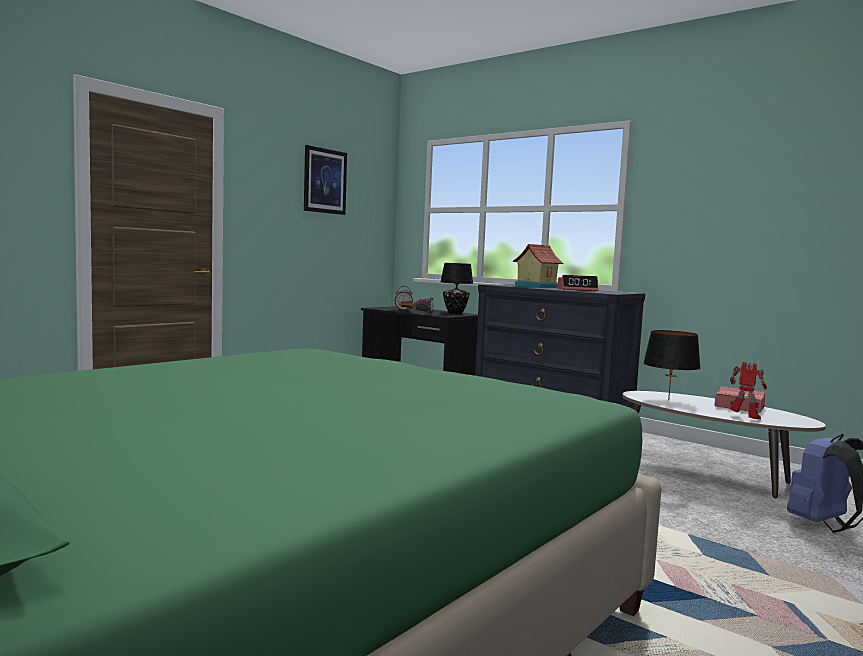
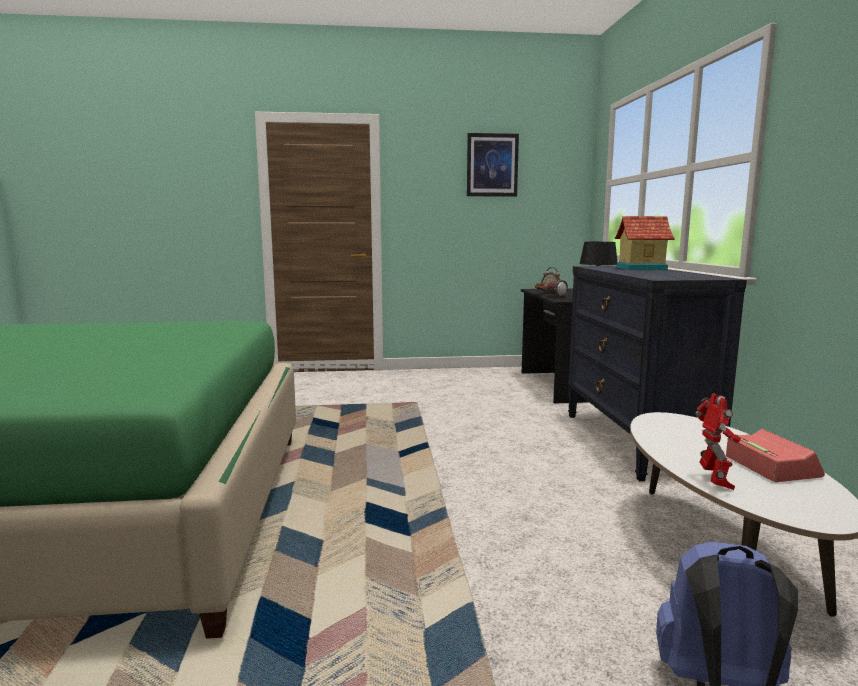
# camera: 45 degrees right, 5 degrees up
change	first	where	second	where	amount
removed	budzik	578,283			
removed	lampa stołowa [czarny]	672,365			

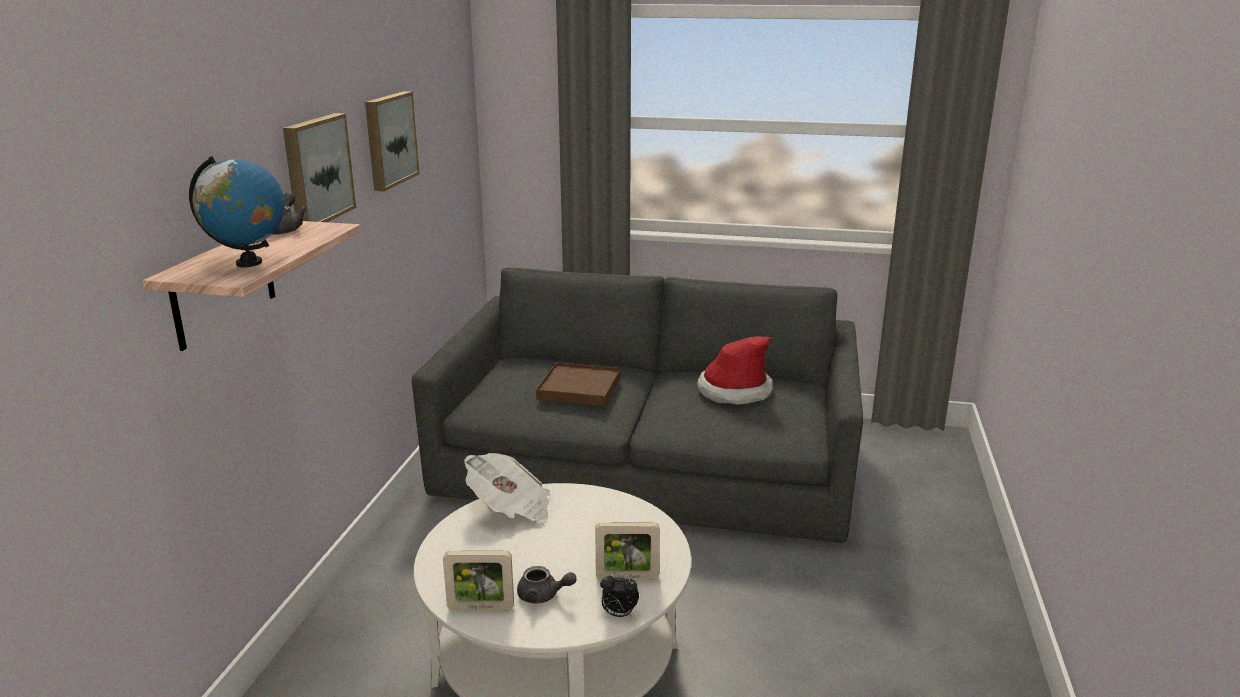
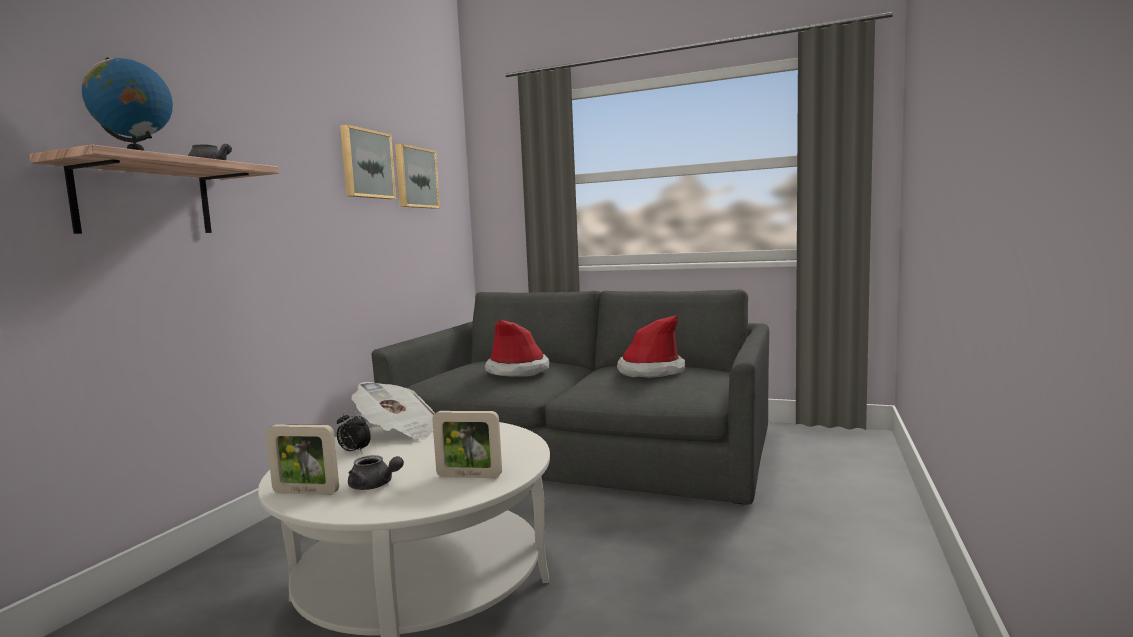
# camera: 10 degrees right, 15 degrees down
change	first	where	second	where	amount
moved	budzik	619,595		354,431	
moved	obraz	319,167		417,176	
replaced	taca [brązowy]	578,384	kapelusz	517,348	

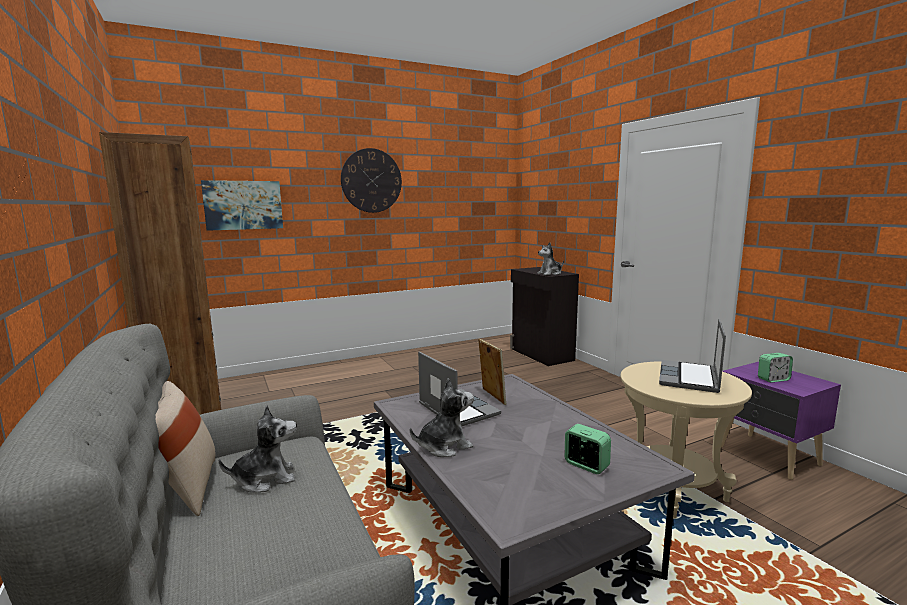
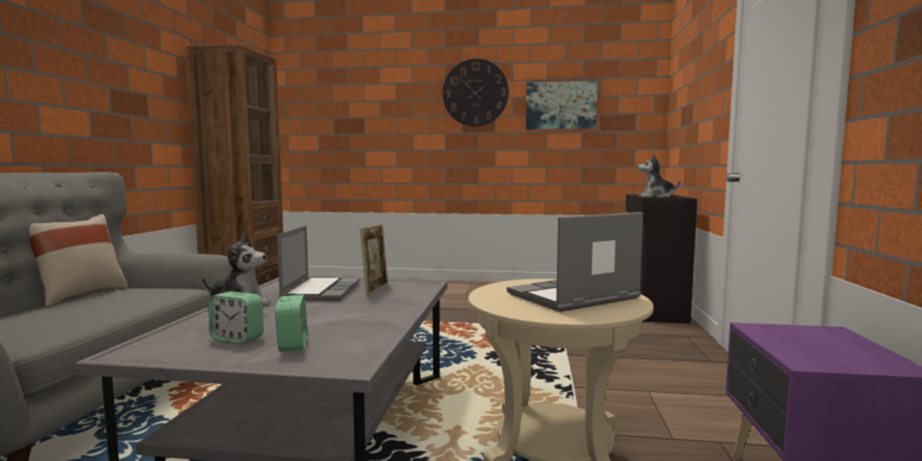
# camera: 35 degrees right, 5 degrees down
change	first	where	second	where	amount
moved	budzik	775,368		236,317	
moved	obraz	242,205		561,105	
removed	pluszak	258,449			

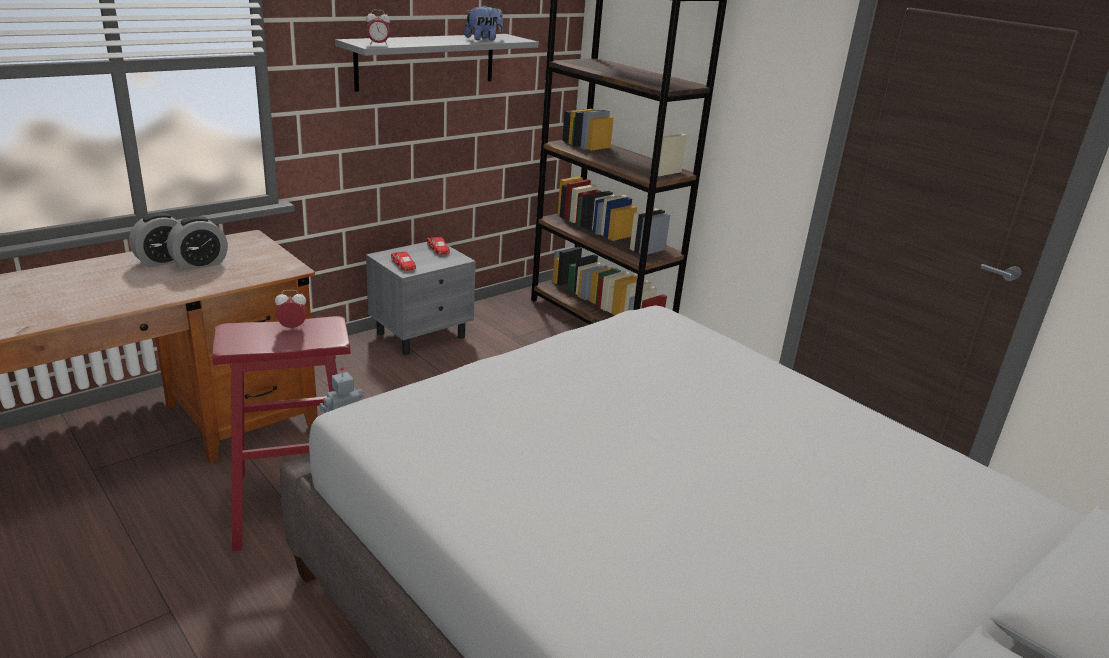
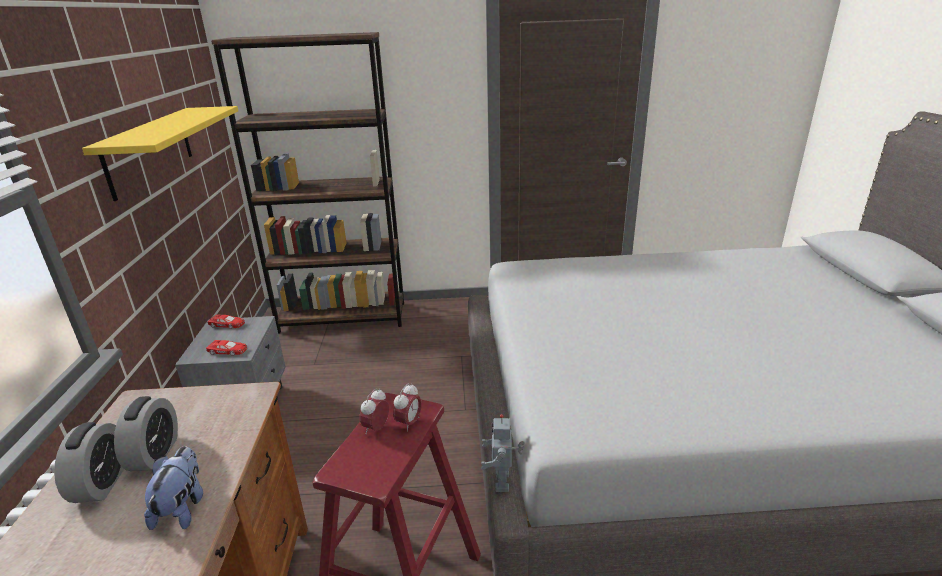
# camera: 50 degrees left, 0 degrees up
change	first	where	second	where	amount
recoloured	półka [szary]	437,63	półka [żółty]	160,153	
moved	pluszak	484,23		173,488	
moved	budzik	378,27		407,407	

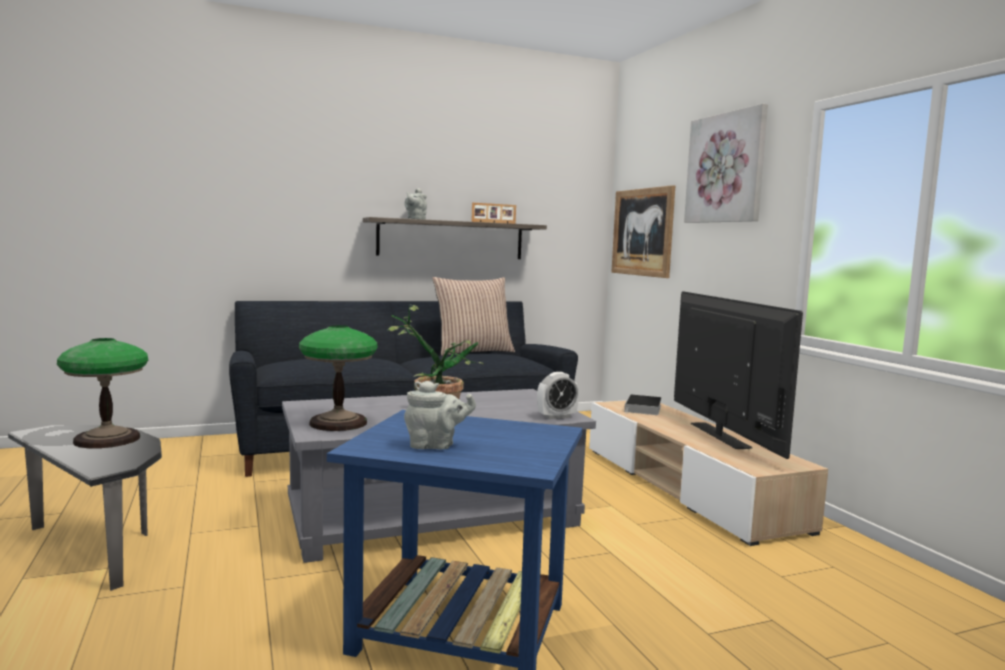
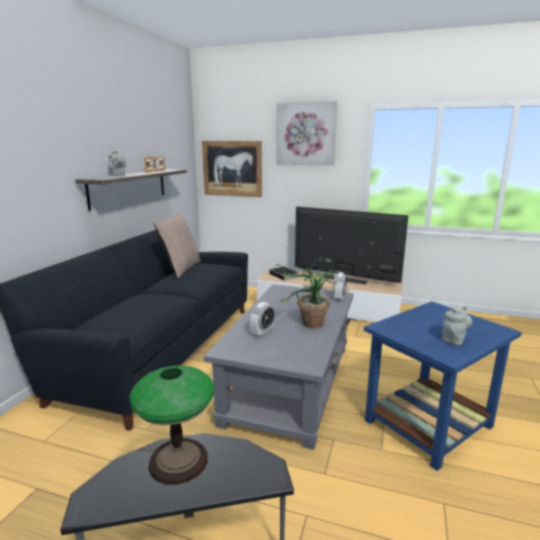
# camera: 50 degrees left, 10 degrees up
change	first	where	second	where	amount
added			budzik	262,319	
removed	lampa stołowa	338,378			

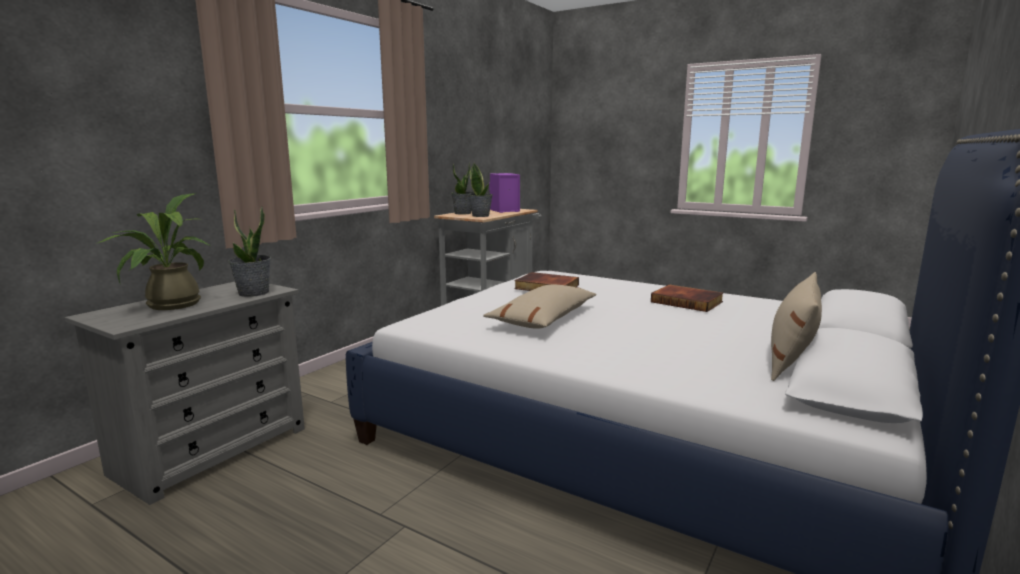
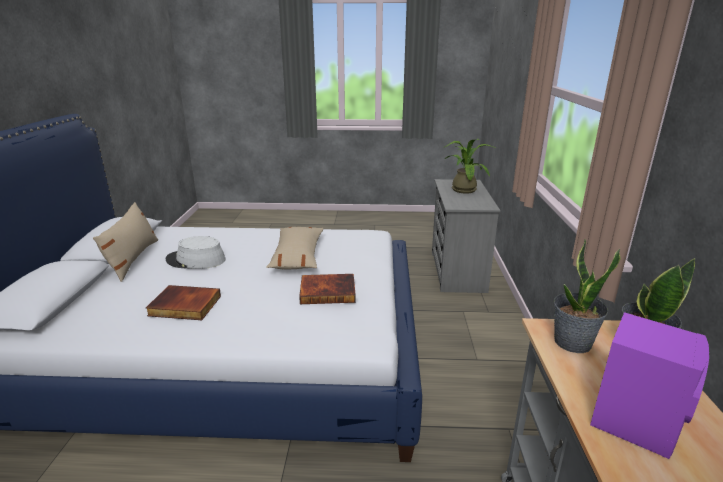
# camera: 150 degrees right, 10 degrees up
change	first	where	second	where	amount
added			kapelusz [szary]	195,252	
removed	roślina doniczkowa	249,252			

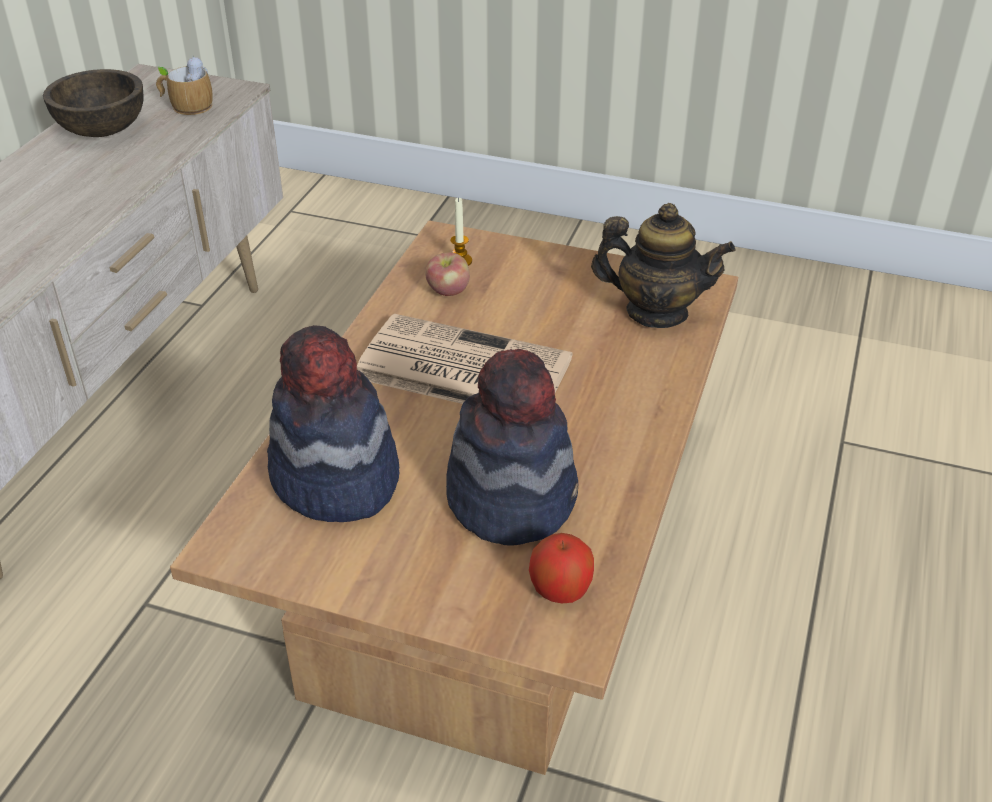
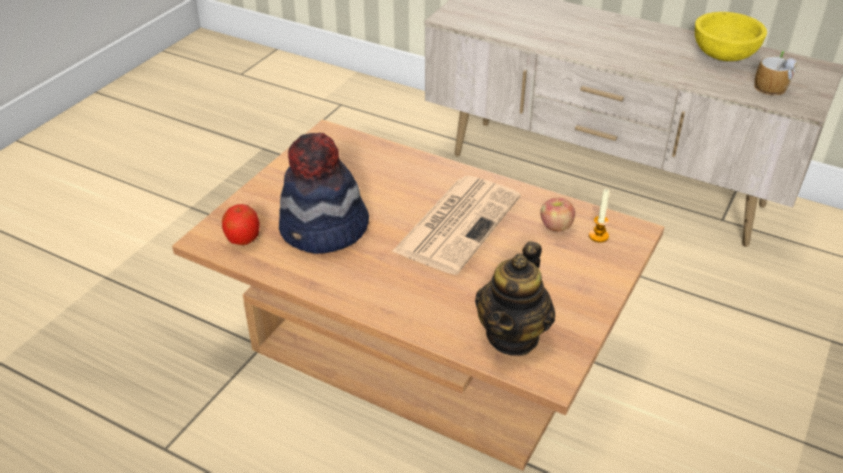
# camera: 100 degrees right, 0 degrees up
change	first	where	second	where	amount
recoloured	miska [brązowy]	93,103	miska [żółty]	731,36	
removed	kapelusz	333,423			

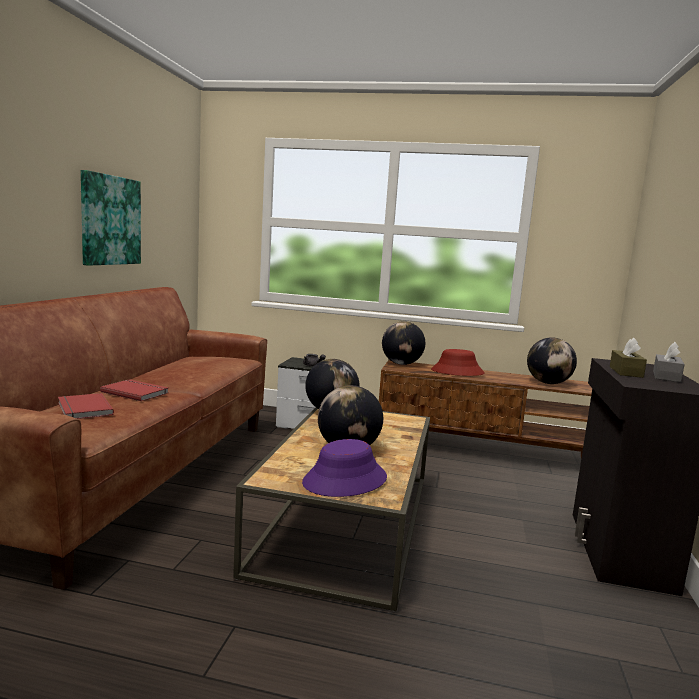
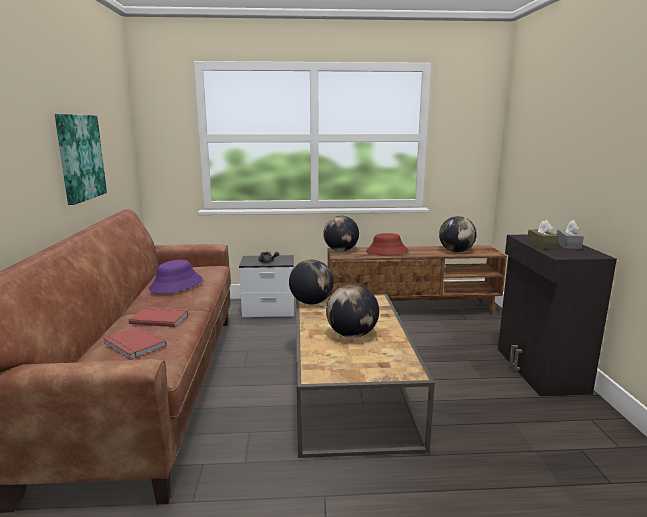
# camera: 15 degrees left, 5 degrees up
change	first	where	second	where	amount
moved	kapelusz [fioletowy]	344,468		176,277	

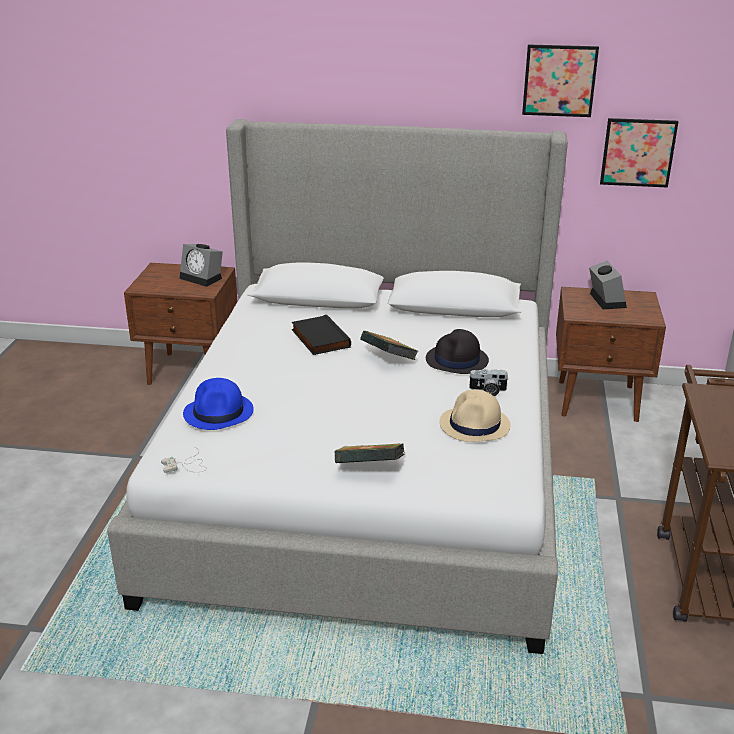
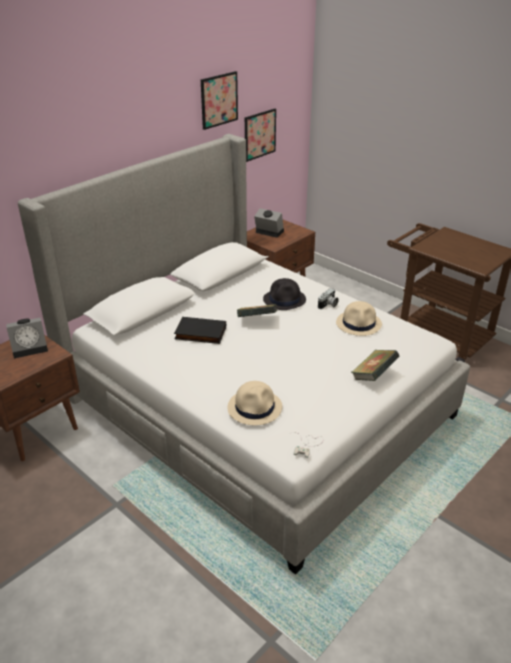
# camera: 55 degrees left, 5 degrees up
change	first	where	second	where	amount
recoloured	kapelusz [niebieski]	218,404	kapelusz [beżowy]	255,403	

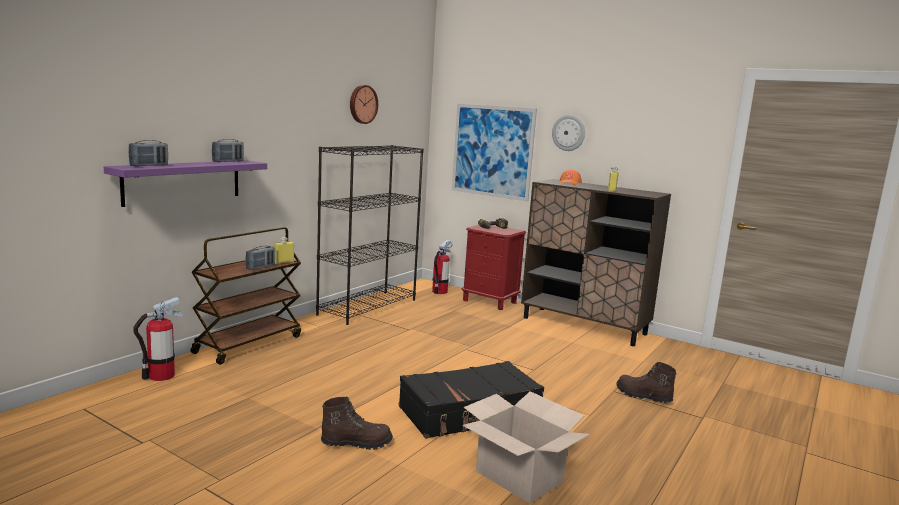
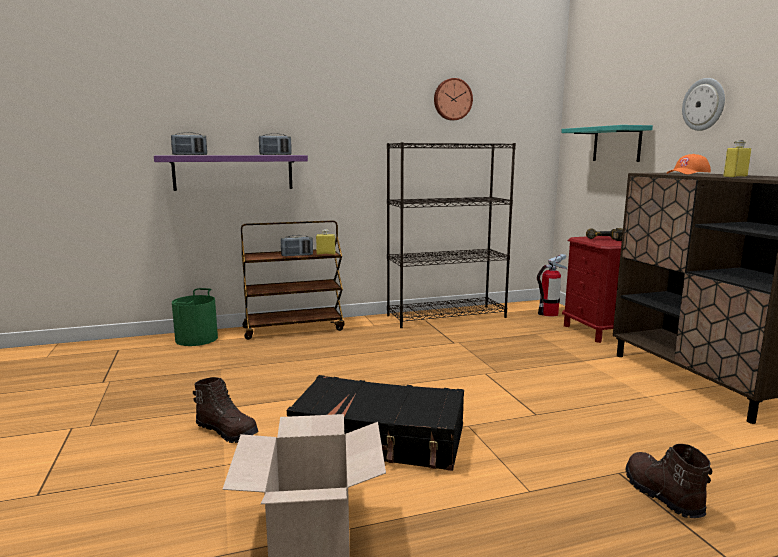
# camera: 40 degrees right, 0 degrees up
change	first	where	second	where	amount
replaced	gaśnica	158,339	wiadro [zielony]	195,317	
replaced	obraz	494,153	półka [turkusowy]	607,143	

